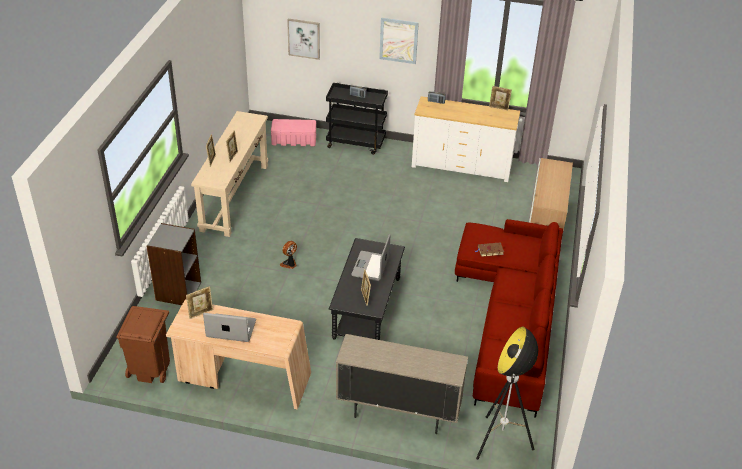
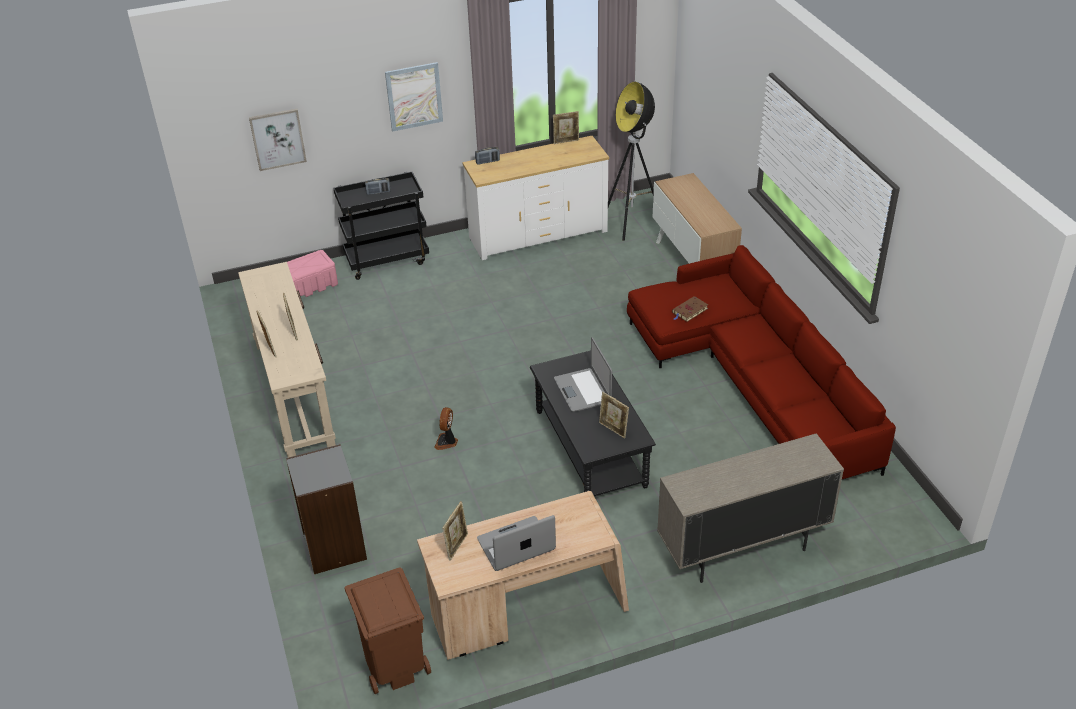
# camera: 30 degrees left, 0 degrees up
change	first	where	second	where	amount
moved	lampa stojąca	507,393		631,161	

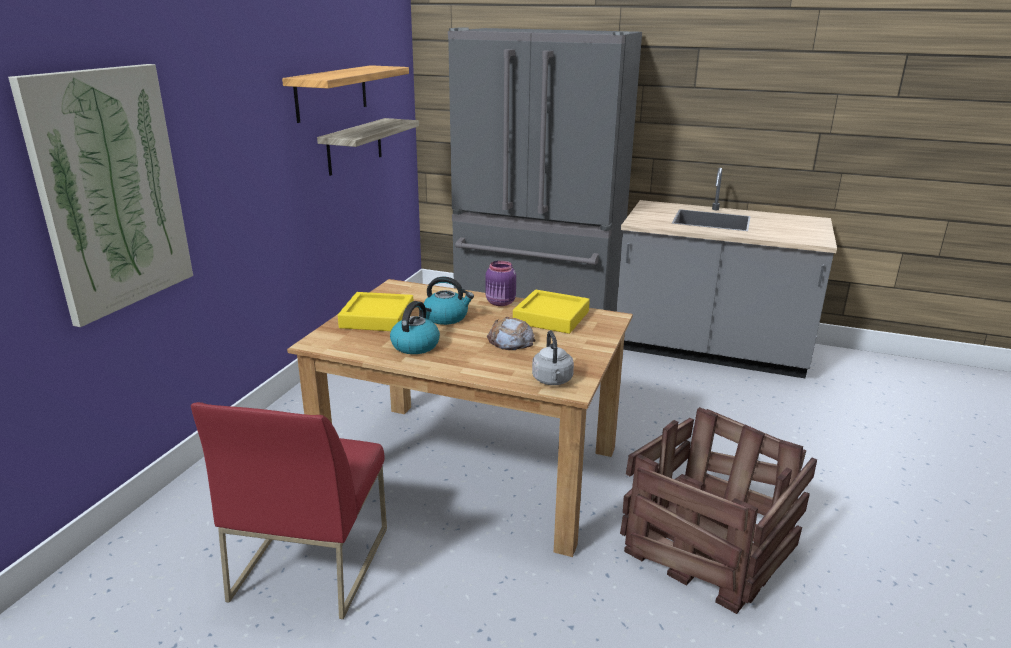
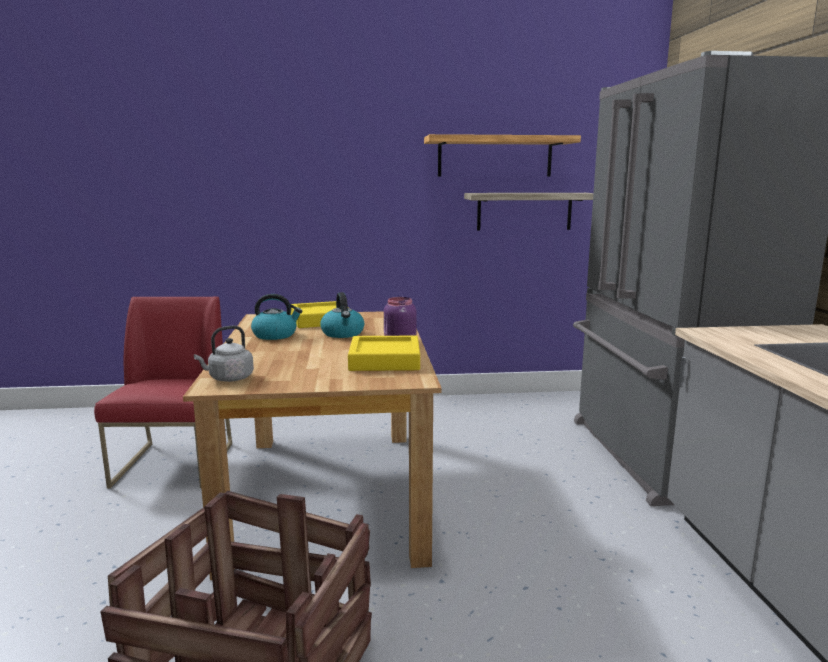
# camera: 65 degrees right, 10 degrees down
change	first	where	second	where	amount
turned	krzesło [czerwony]	289,510		163,393	105 degrees clockwise
removed	obraz	100,195			
removed	chleb	511,333			

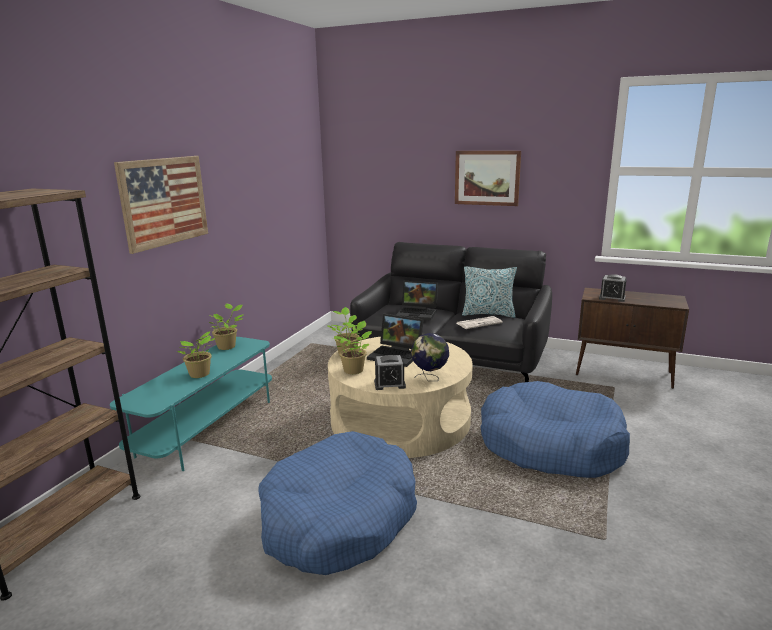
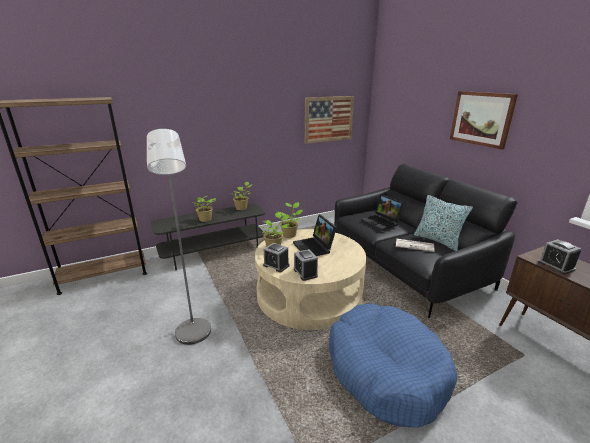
# camera: 40 degrees right, 5 degrees up
change	first	where	second	where	amount
replaced	legowisko [niebieski]	337,503	lampa stojąca [szary]	179,237	
recoloured	szafka pod telewizor [turkusowy]	191,404	szafka pod telewizor [szary]	208,237	
replaced	globus	430,357	budzik	306,265	
moved	obraz	161,205		329,120	

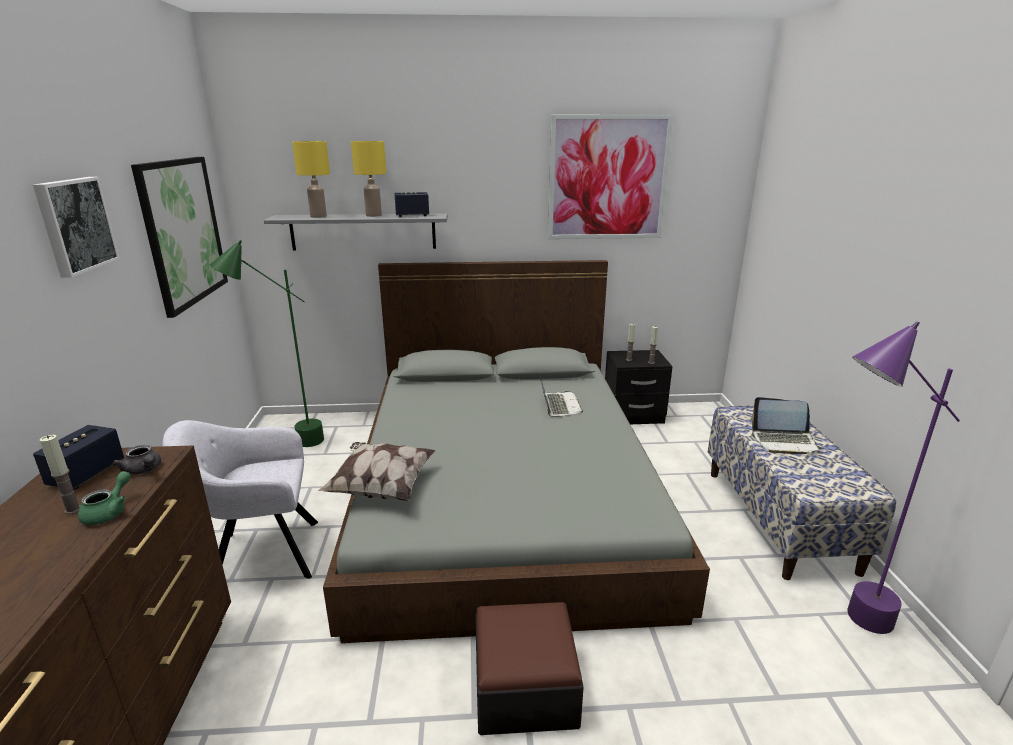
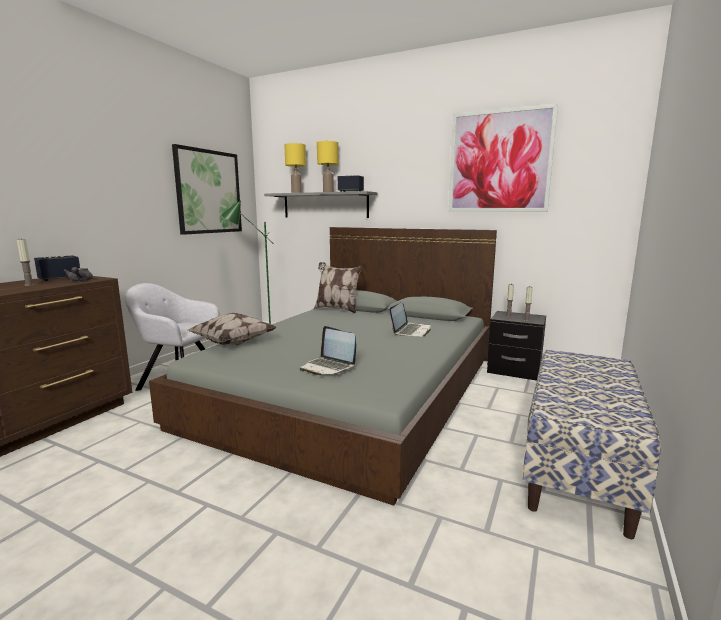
# camera: 30 degrees right, 10 degrees down
change	first	where	second	where	amount
moved	laptop	786,425		328,350	
added			poduszka	338,287	
removed	obraz	76,227			
removed	imbryk [zielony]	104,498			
removed	pufa	529,668			
removed	lampa stojąca [fioletowy]	903,478			

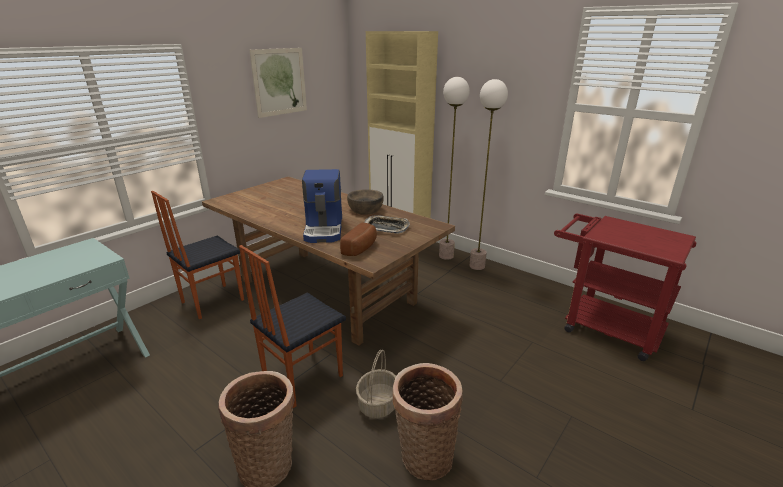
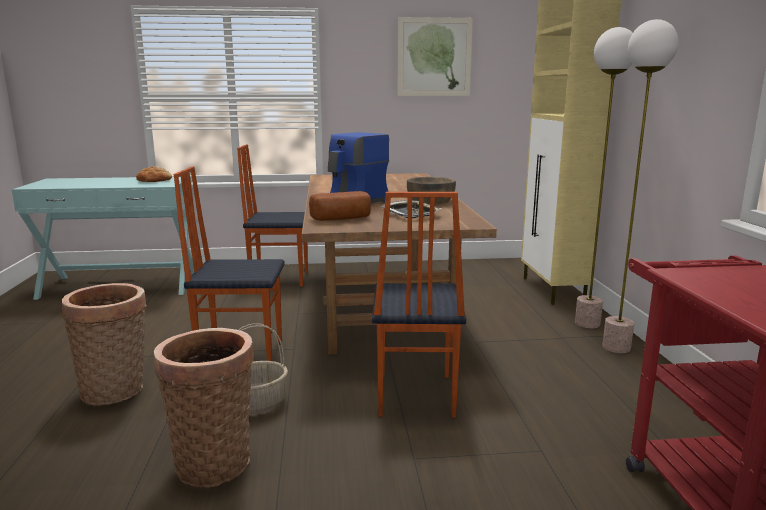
# camera: 45 degrees right, 10 degrees down
change	first	where	second	where	amount
added			chleb	154,174	
added			krzesło	419,305	

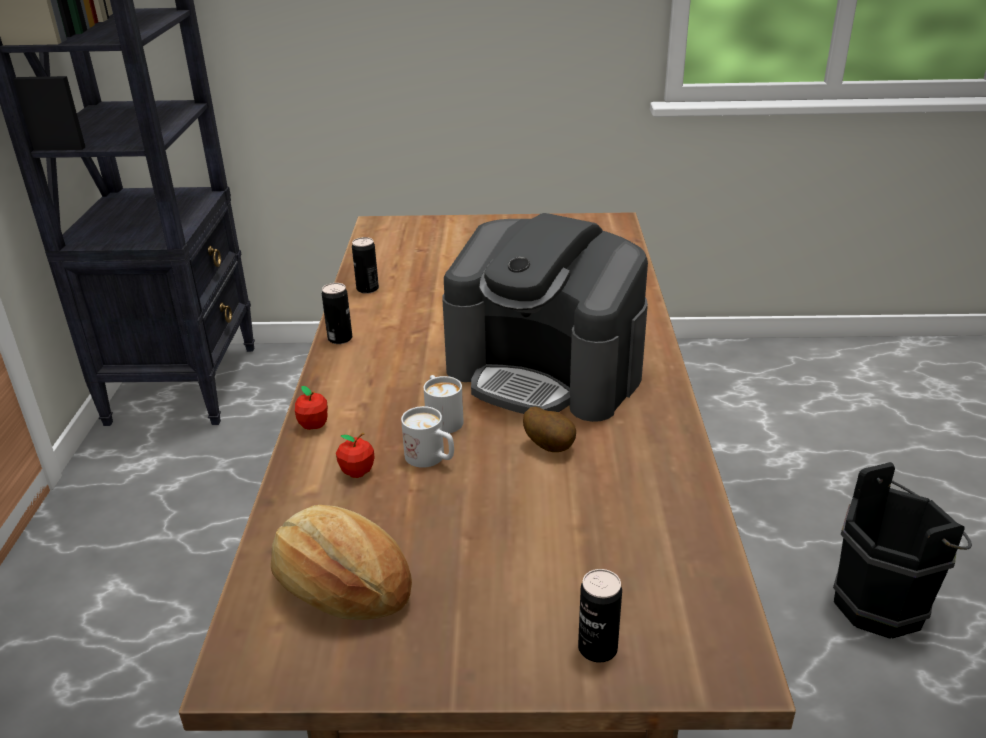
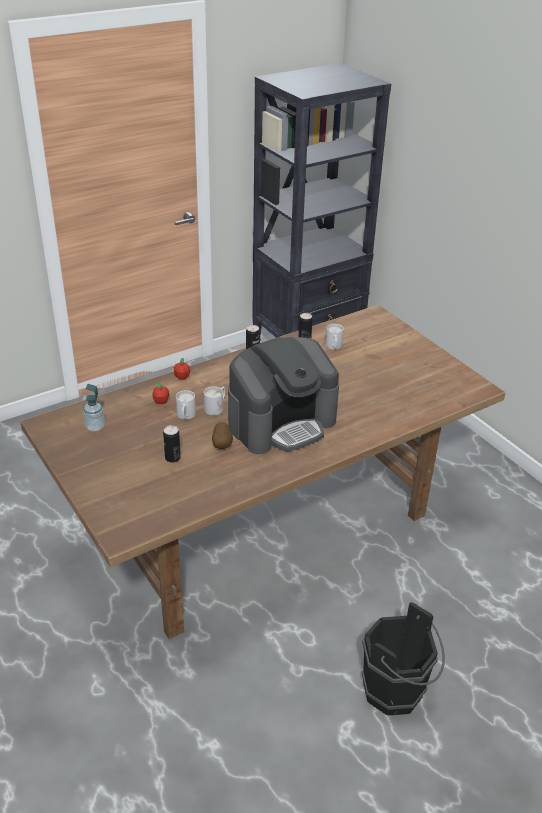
# camera: 55 degrees right, 5 degrees up
change	first	where	second	where	amount
replaced	chleb	341,562	dozownik mydła	94,408	
moved	puszka	600,616		172,443	
turned	ekspres do kawy	545,317		283,395	120 degrees counterclockwise
added			kubek [biały]	334,337	

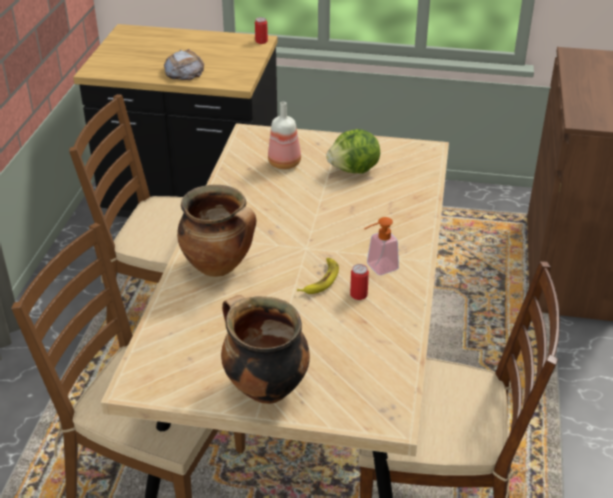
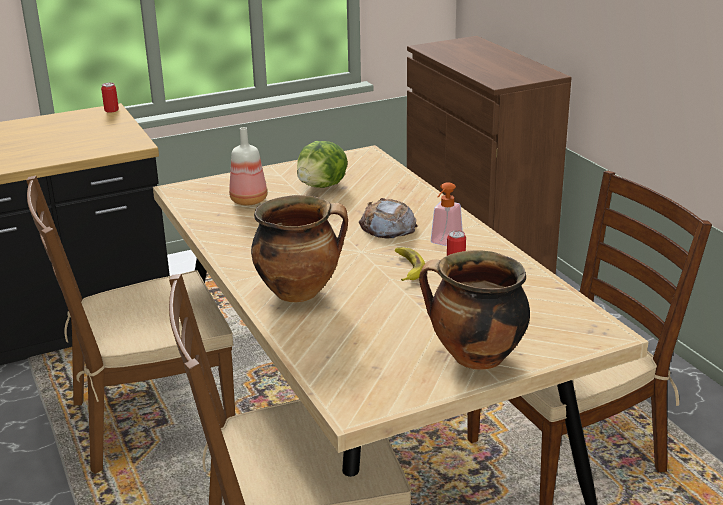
# camera: 35 degrees left, 10 degrees down
change	first	where	second	where	amount
moved	chleb	184,64		388,218	

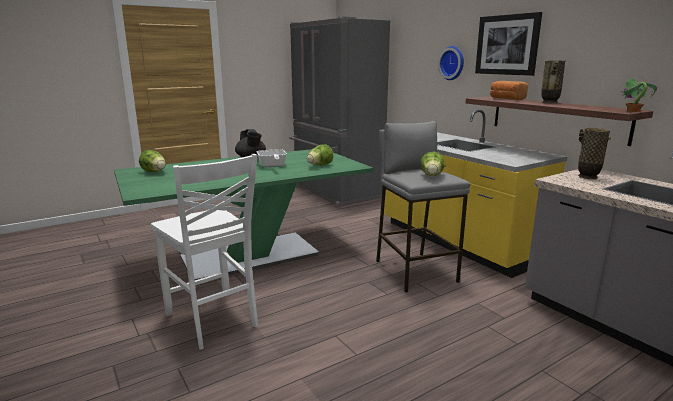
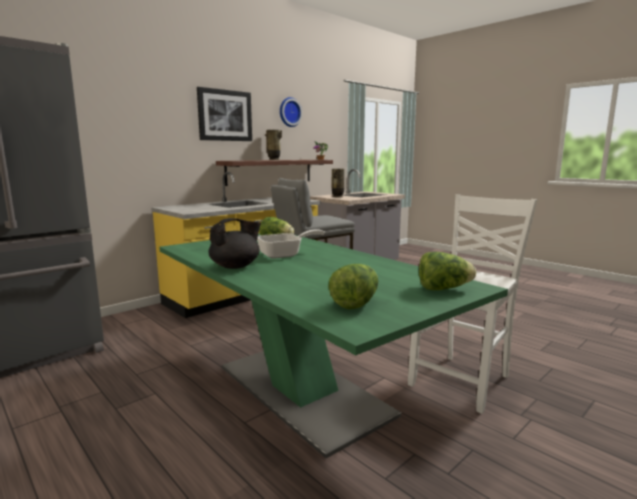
# camera: 100 degrees left, 5 degrees down
change	first	where	second	where	amount
moved	zegar ścienny	451,63		291,112	
moved	sałata	432,163		447,271	
removed	chleb	509,90			

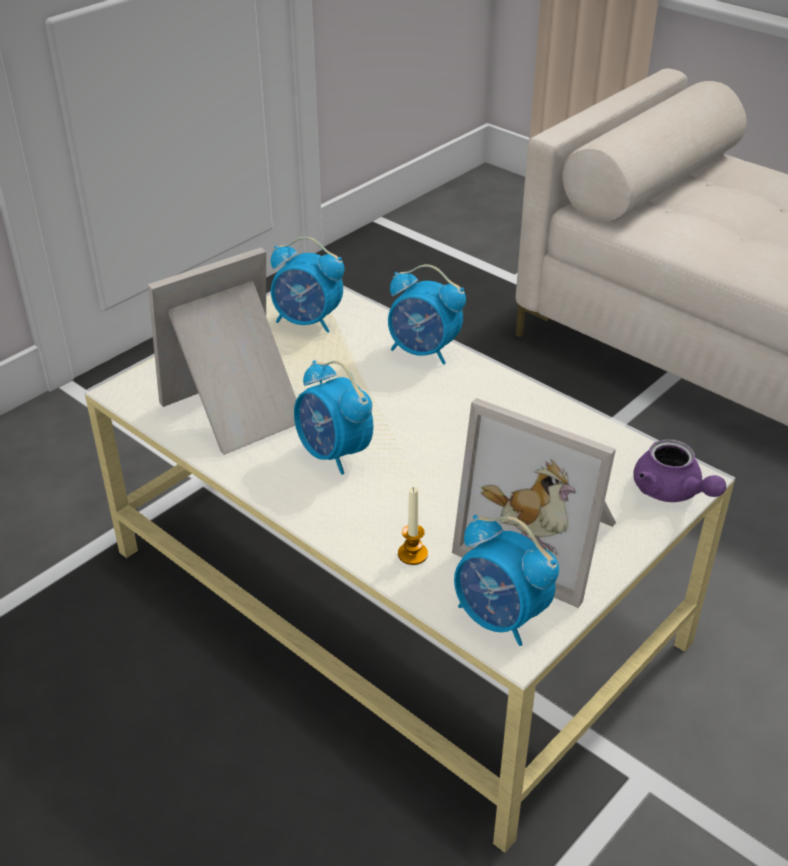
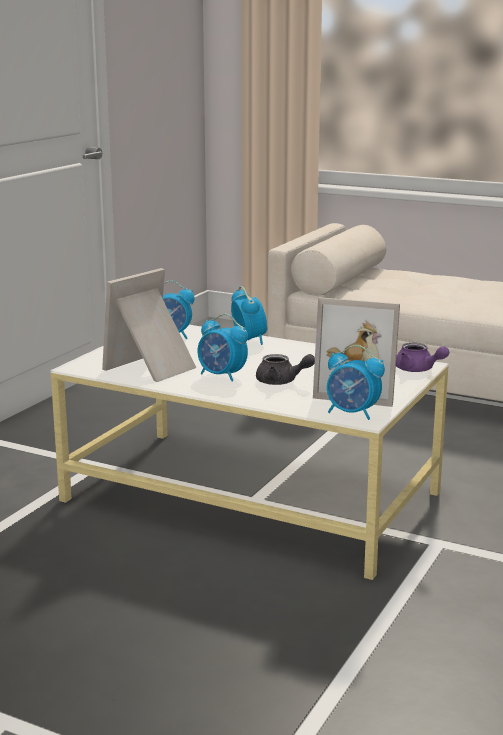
# camera: 15 degrees left, 20 degrees down
change	first	where	second	where	amount
turned	budzik	427,314		249,315	120 degrees counterclockwise
added			imbryk [szary]	285,369	
removed	świeca	413,526			

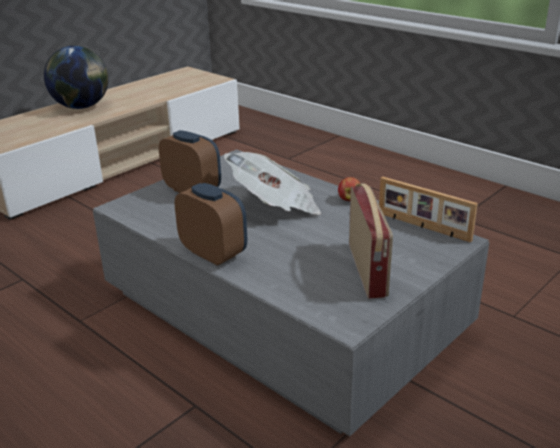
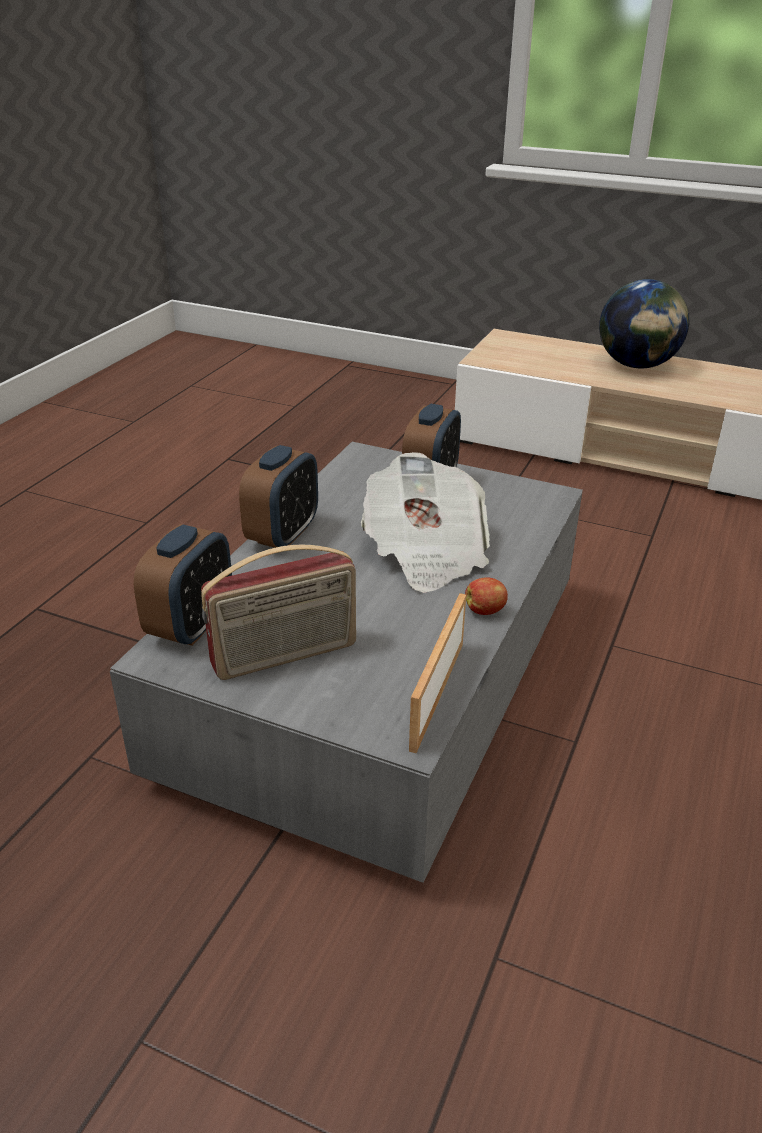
# camera: 70 degrees right, 5 degrees up
change	first	where	second	where	amount
added			budzik	183,585	

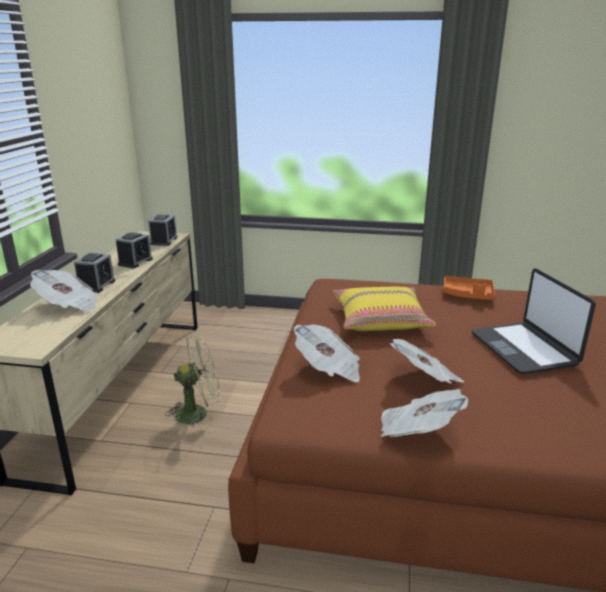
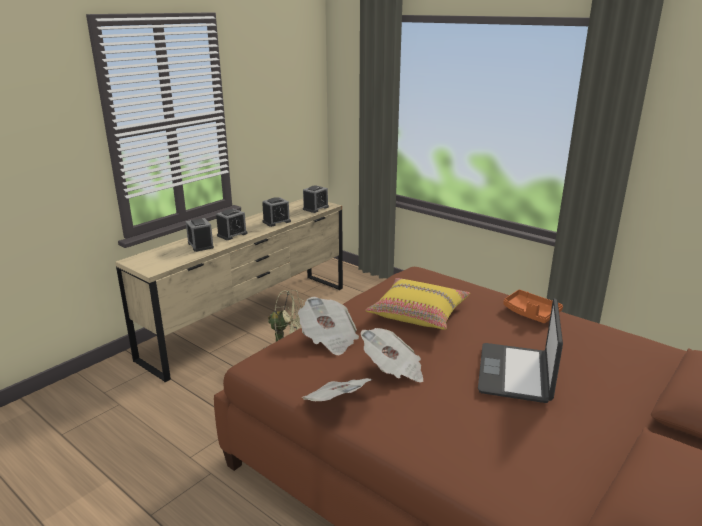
# camera: 30 degrees right, 0 degrees up
change	first	where	second	where	amount
replaced	gazeta	64,291	budzik	200,235	

